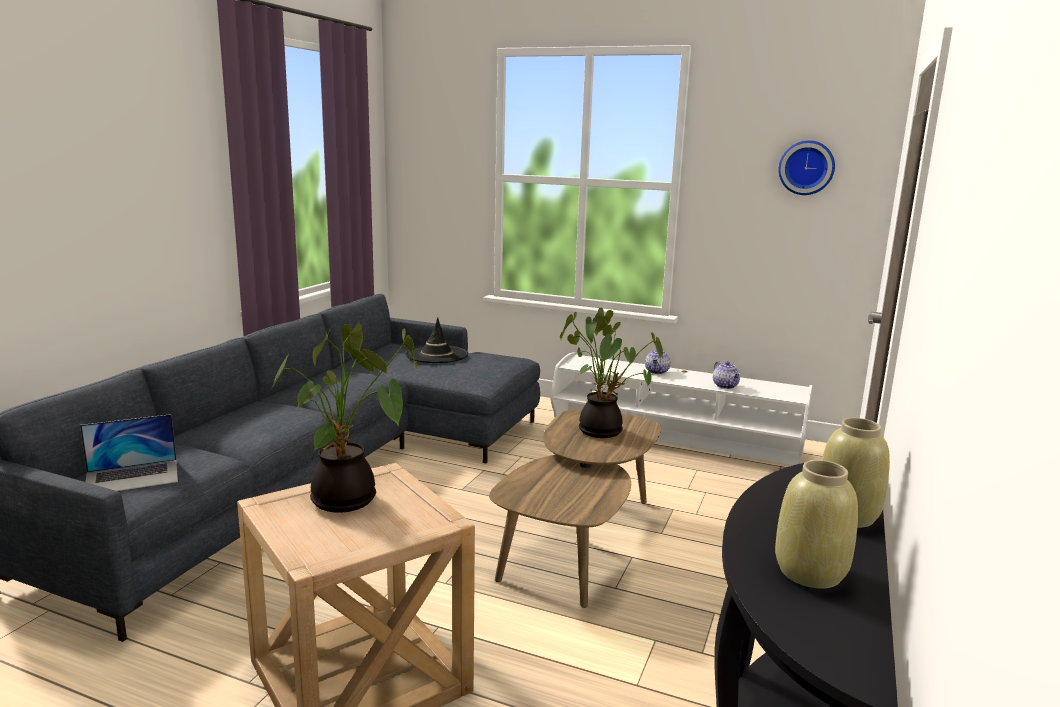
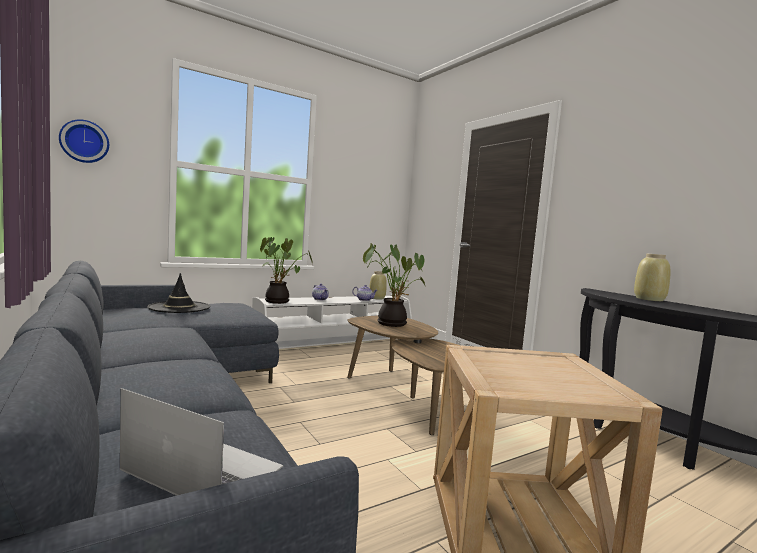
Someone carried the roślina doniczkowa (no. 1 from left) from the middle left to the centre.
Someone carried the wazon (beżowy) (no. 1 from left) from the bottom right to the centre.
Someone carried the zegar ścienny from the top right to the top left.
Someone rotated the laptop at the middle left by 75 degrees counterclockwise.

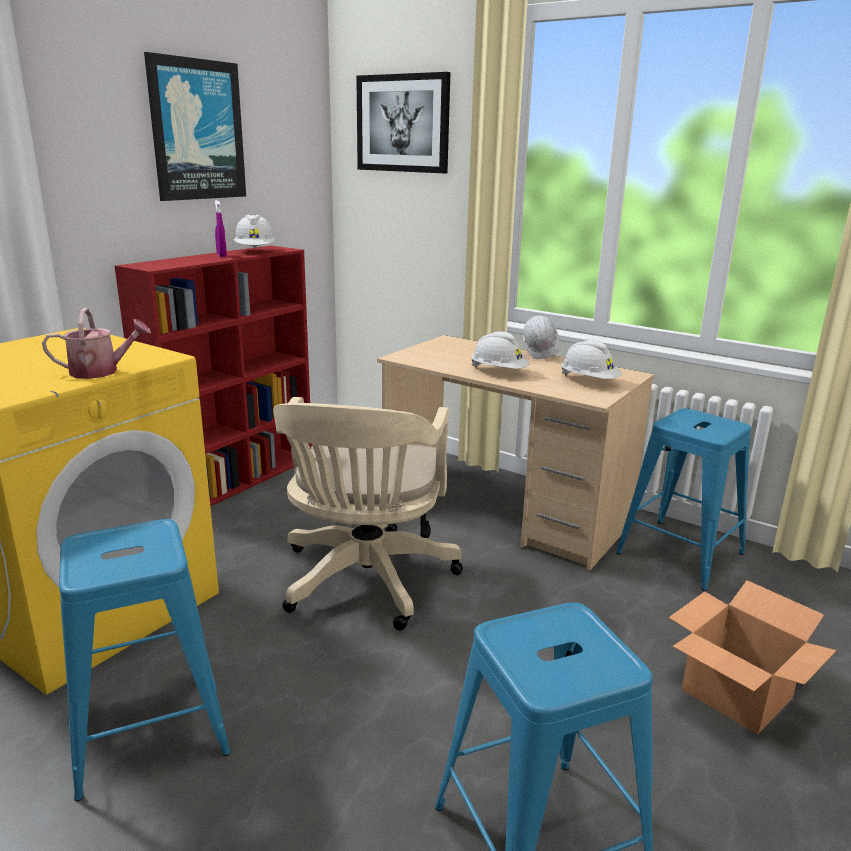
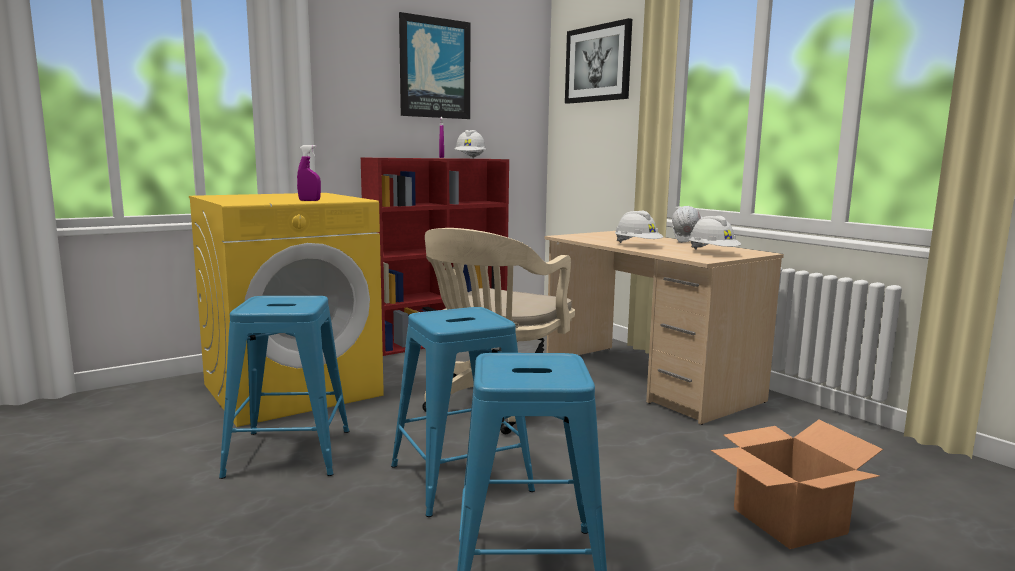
Someone carried the stołek (niebieski) (no. 3 from left in the first image) from the middle right to the bottom centre.
Someone swapped the konewka at the middle left for the spryskiwacz (fioletowy) (no. 1 from left) at the top left.

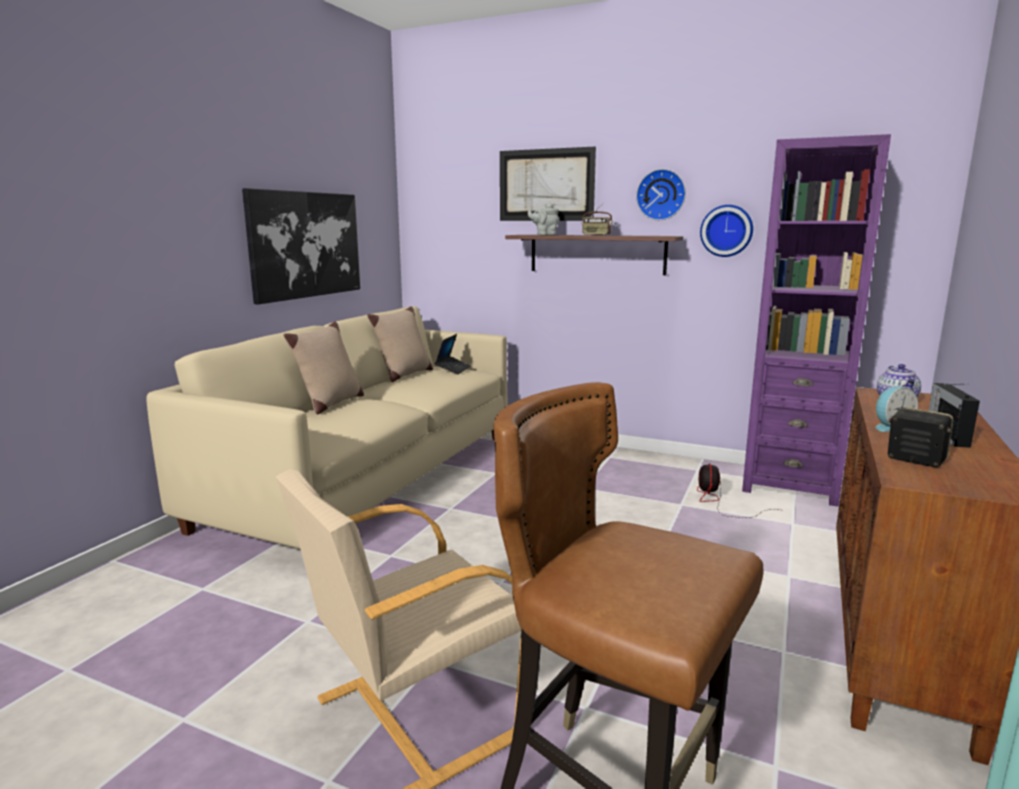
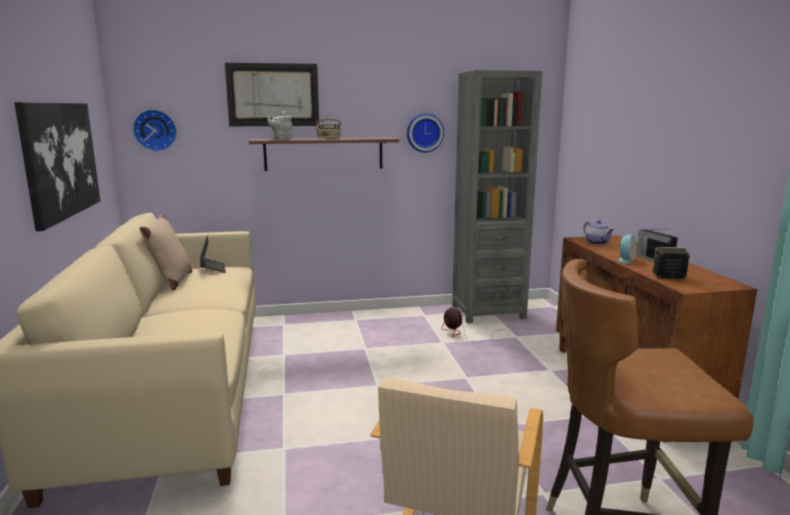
Someone took away the poduszka (beżowy) (no. 1 from left) at the middle left.
Someone carried the zegar ścienny (no. 1 from left) from the top centre to the top left.
Someone repainted the regał (fioletowy) at the middle right, which became the regał (szary) at the centre.

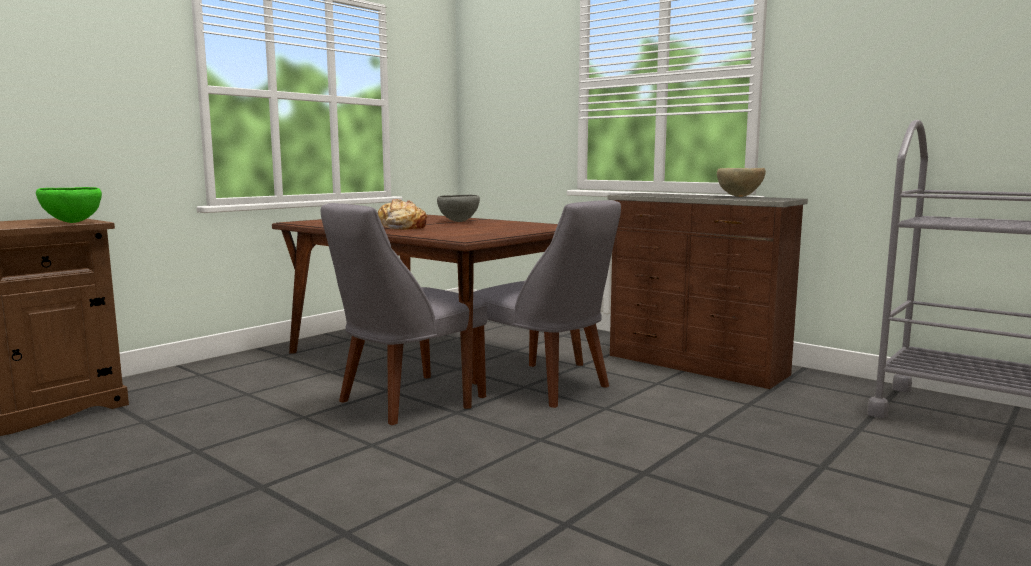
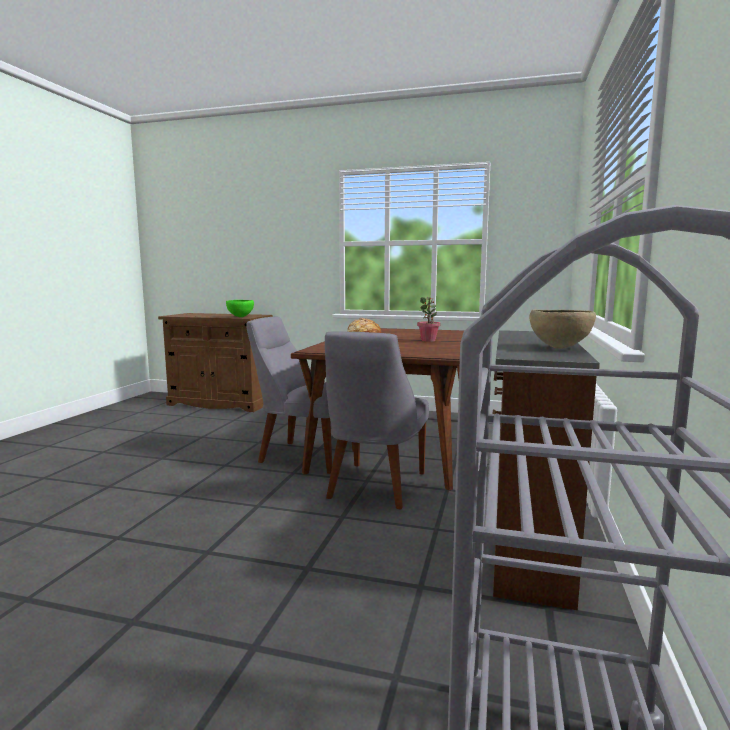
Someone swapped the miska (szary) at the centre for the roślina doniczkowa at the centre.

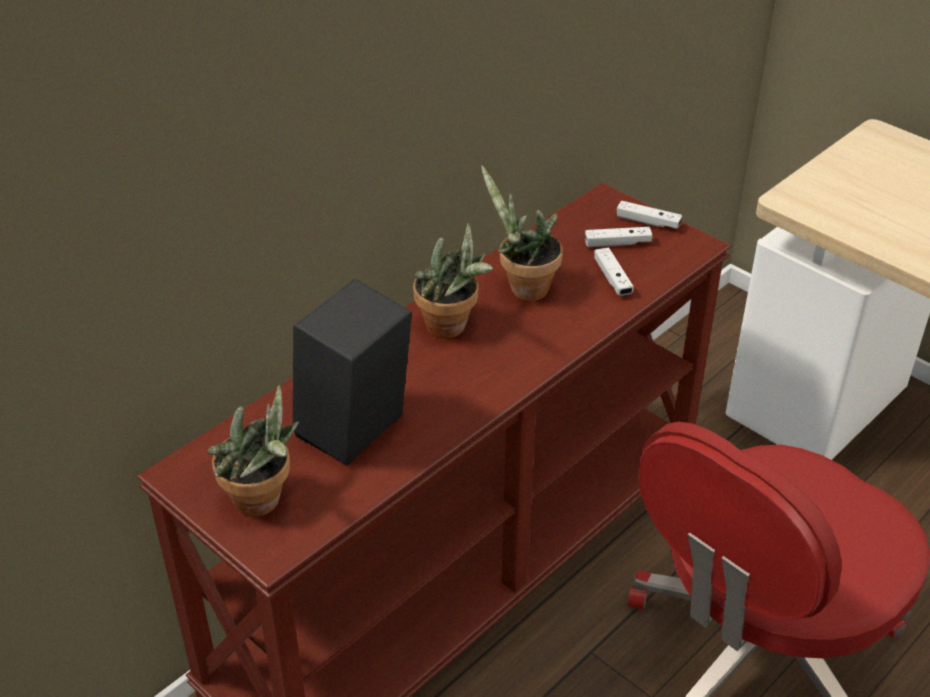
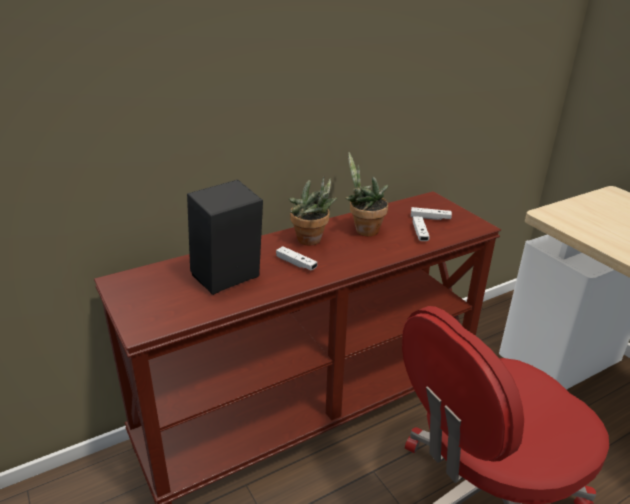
Someone took away the roślina doniczkowa (no. 1 from left) at the middle left.
Someone carried the pad do gier (biały) (no. 3 from left in the first image) from the top right to the centre.

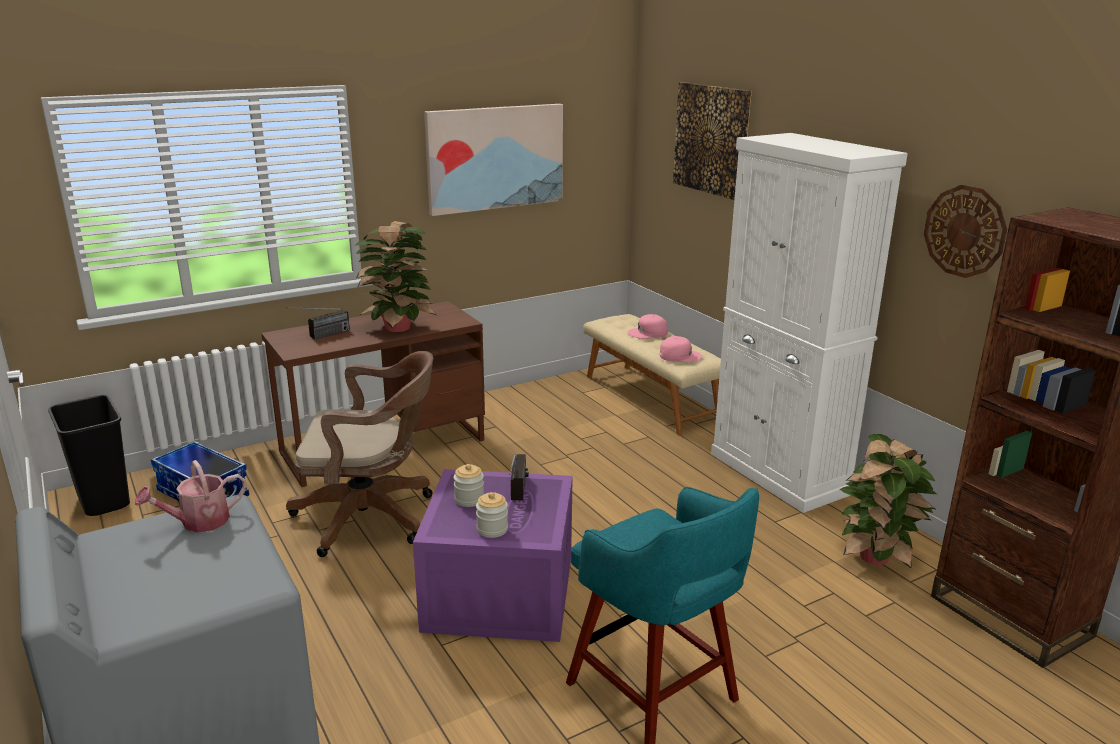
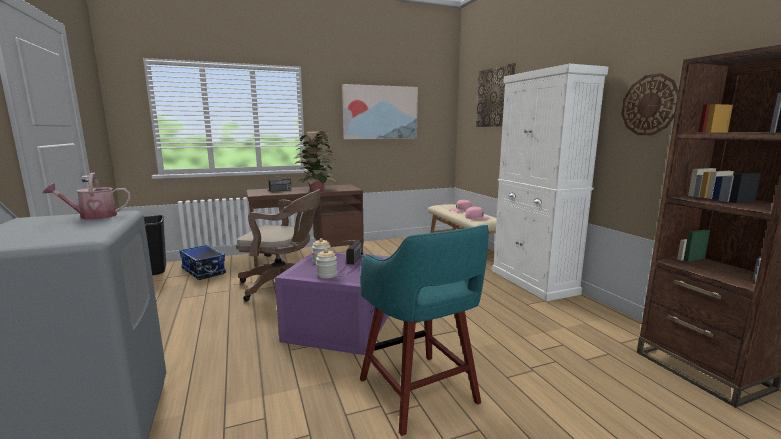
Someone took away the roślina doniczkowa (no. 2 from left) at the bottom right.

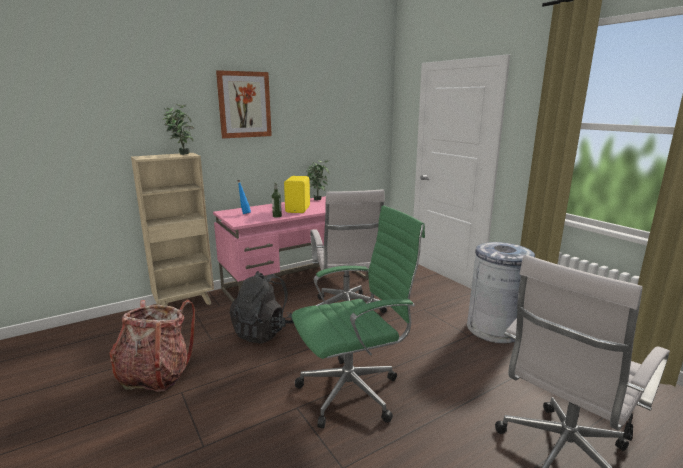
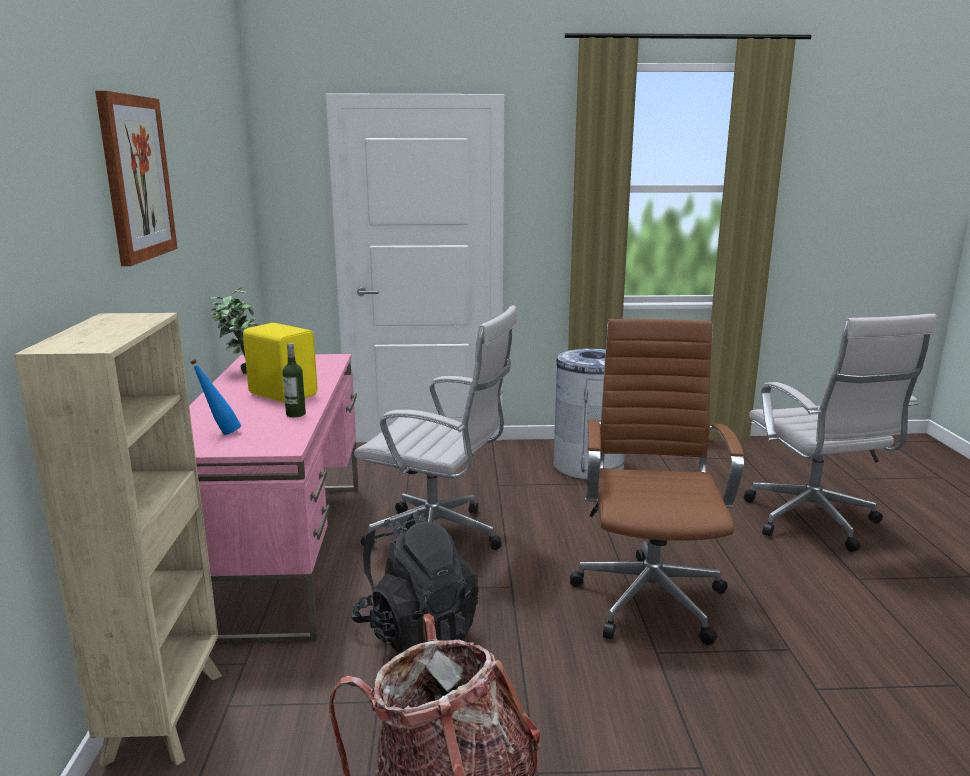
Someone took away the roślina doniczkowa (no. 1 from left) at the top left.
Someone repainted the krzesło biurowe (zielony) at the bottom centre, which became the krzesło biurowe (brązowy) at the middle right.

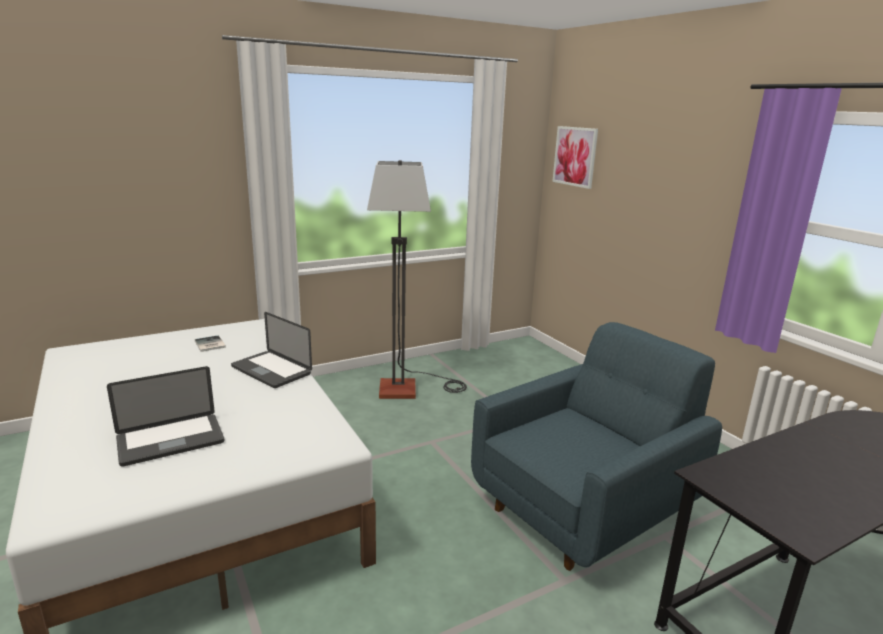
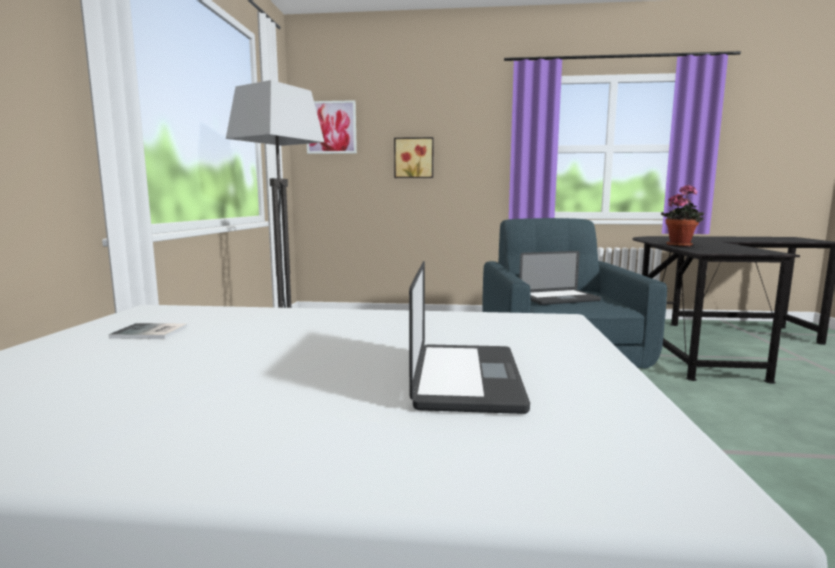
Someone put up the obraz (no. 2 from left) at the top centre.
Someone put down the roślina doniczkowa at the middle right.
Someone carried the laptop (no. 2 from left) from the middle left to the middle right.

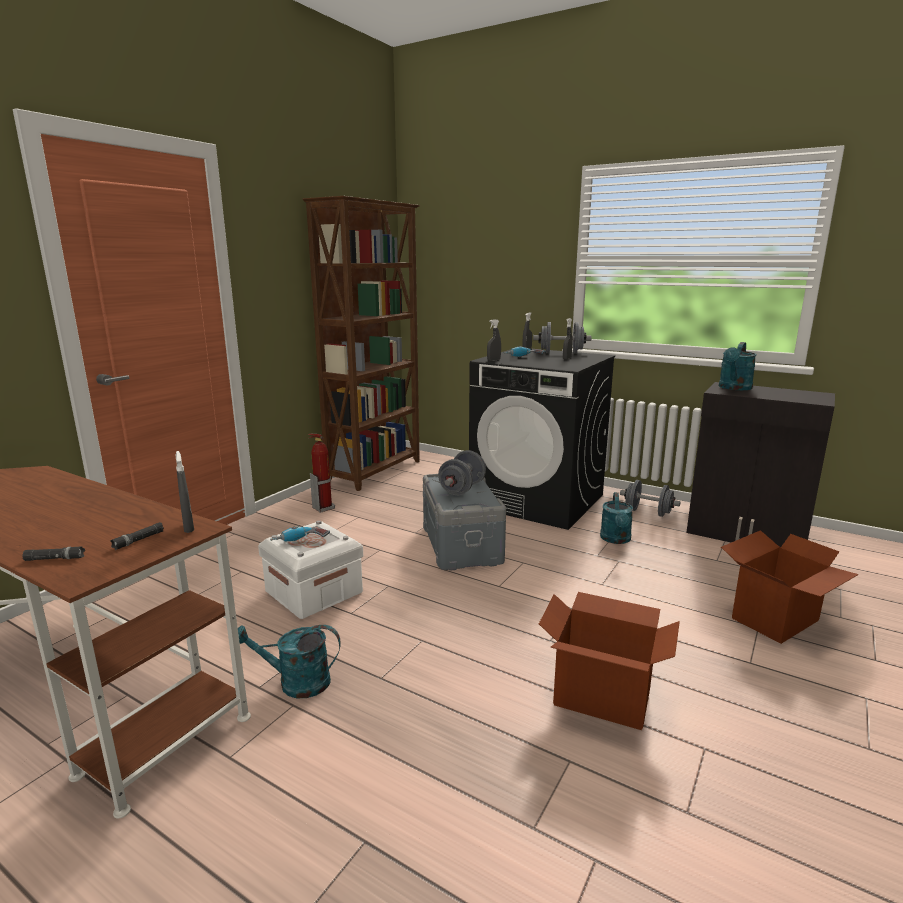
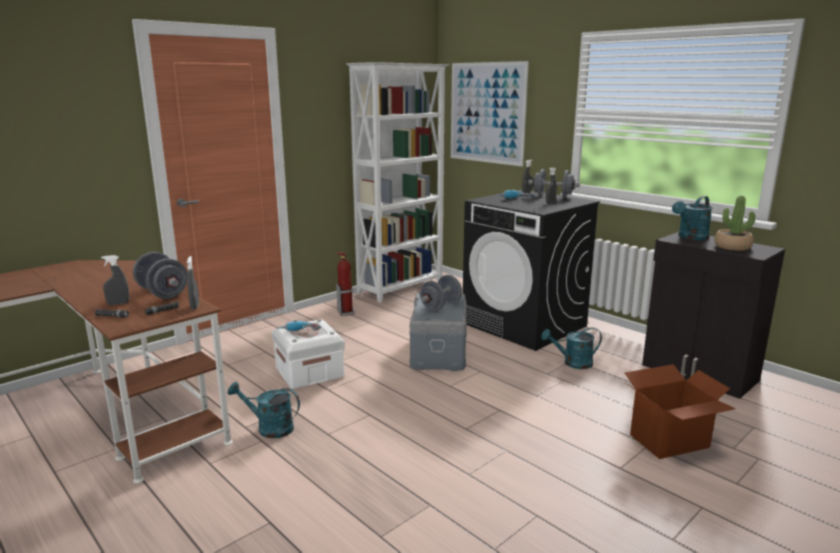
Someone took away the karton (no. 1 from left) at the bottom right.
Someone put up the obraz at the top centre.
Someone put down the roślina doniczkowa at the middle right.
Someone carried the spryskiwacz (szary) (no. 2 from left in the first image) from the centre to the middle left.
Someone carried the hantel (szary) (no. 3 from left in the first image) from the middle right to the middle left.
Someone repainted the regał (brązowy) at the centre, which became the regał (biały) at the top centre.
Someone rotated the konewka (turkusowy) (no. 2 from left) at the middle right by 60 degrees clockwise.

